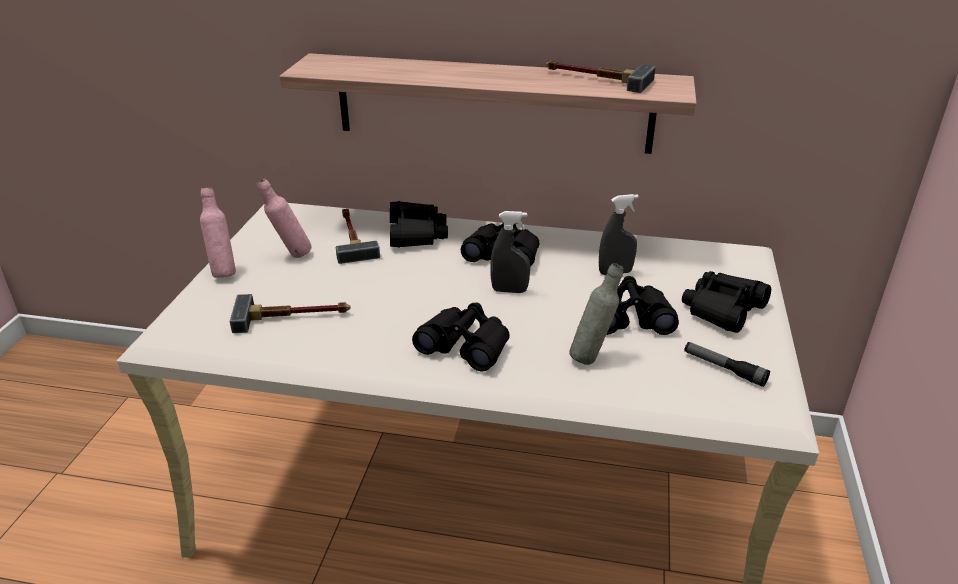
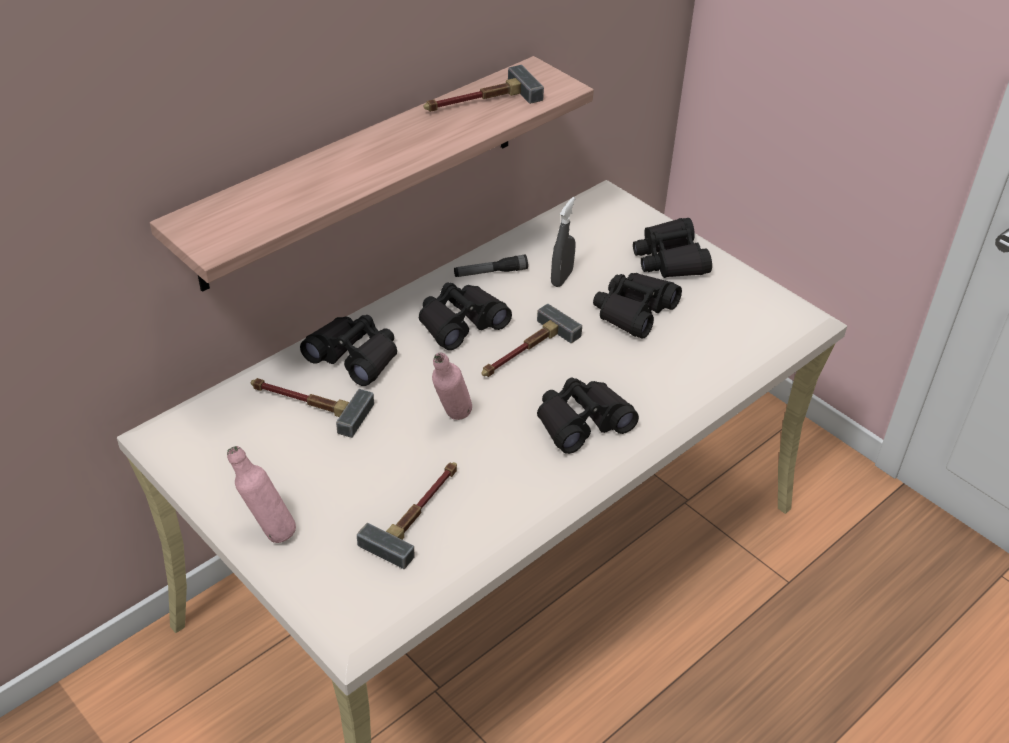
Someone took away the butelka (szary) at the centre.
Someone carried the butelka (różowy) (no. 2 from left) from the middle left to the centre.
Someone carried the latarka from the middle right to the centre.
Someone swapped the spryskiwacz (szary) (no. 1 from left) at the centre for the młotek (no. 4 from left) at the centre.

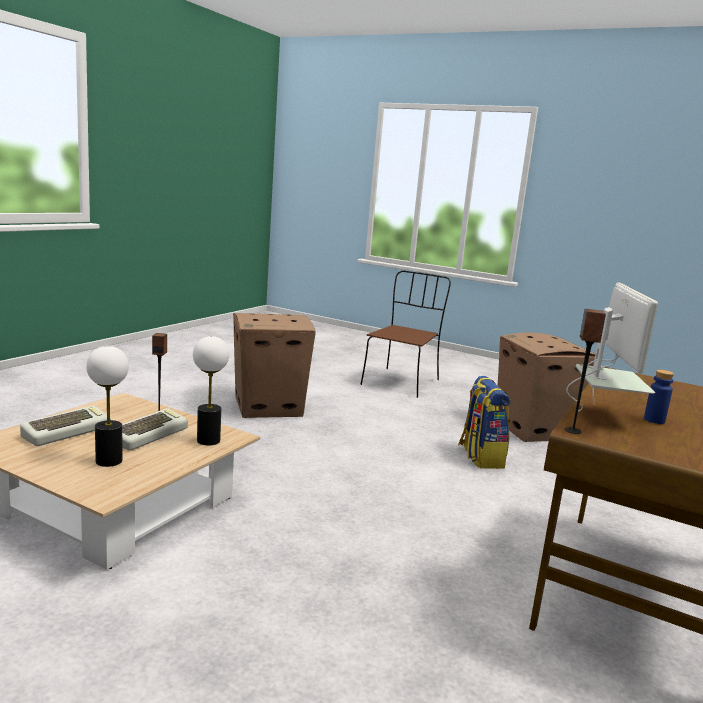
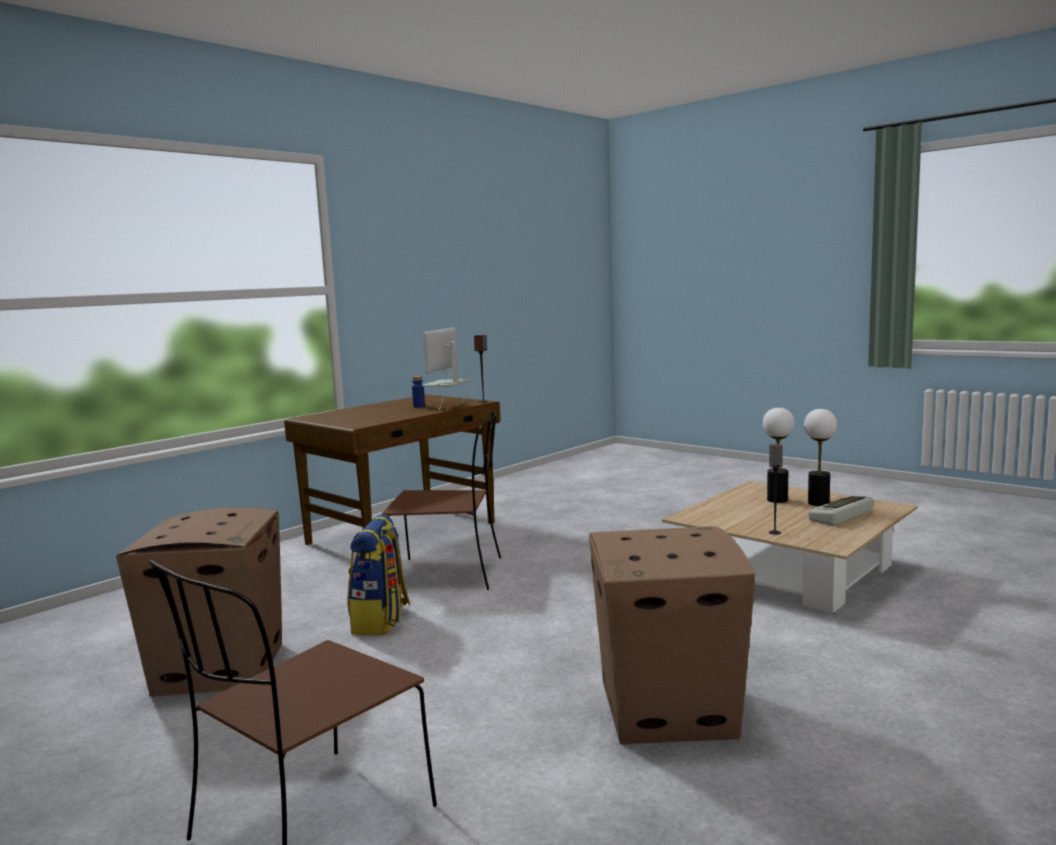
Someone took away the klawiatura (no. 2 from left) at the middle left.
Someone put down the krzesło (brązowy) (no. 2 from left) at the centre.
Someone carried the lampa stołowa (no. 2 from left) from the middle left to the middle right.

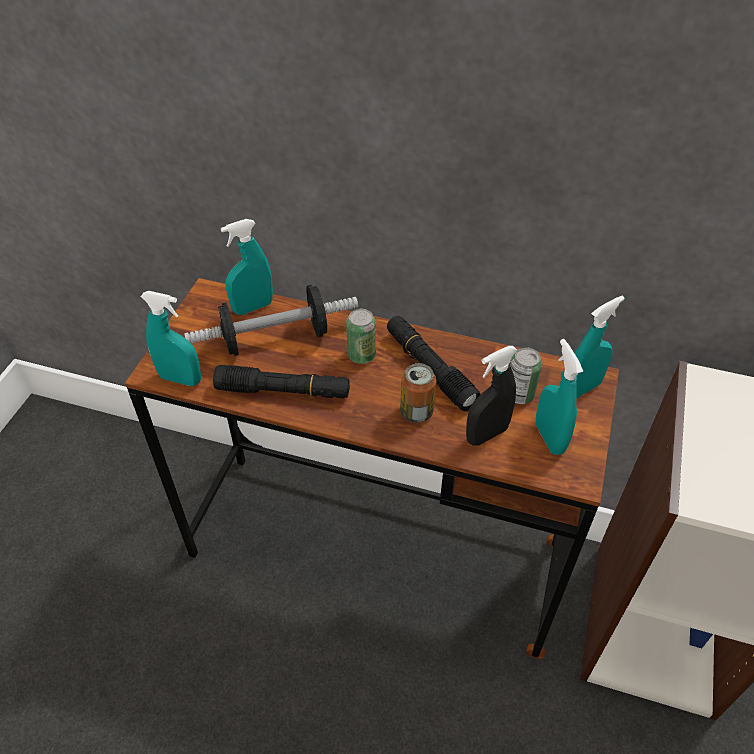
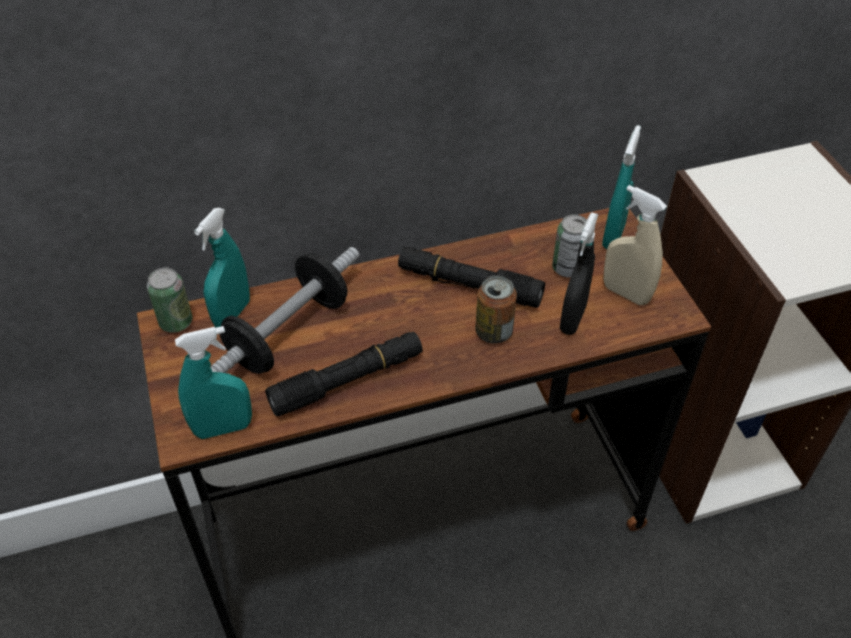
Someone carried the puszka (no. 1 from left) from the centre to the middle left.
Someone repainted the spryskiwacz (turkusowy) (no. 3 from left) at the middle right, which became the spryskiwacz (beżowy) at the middle right.

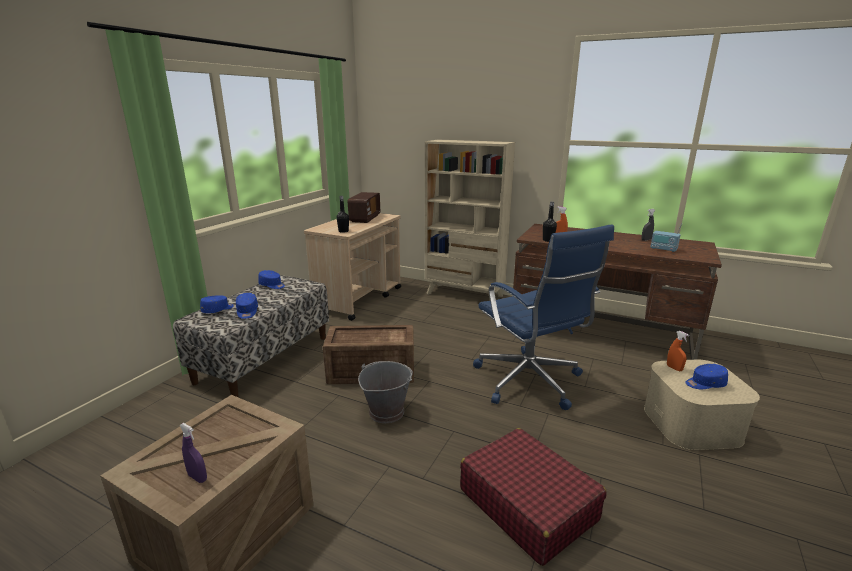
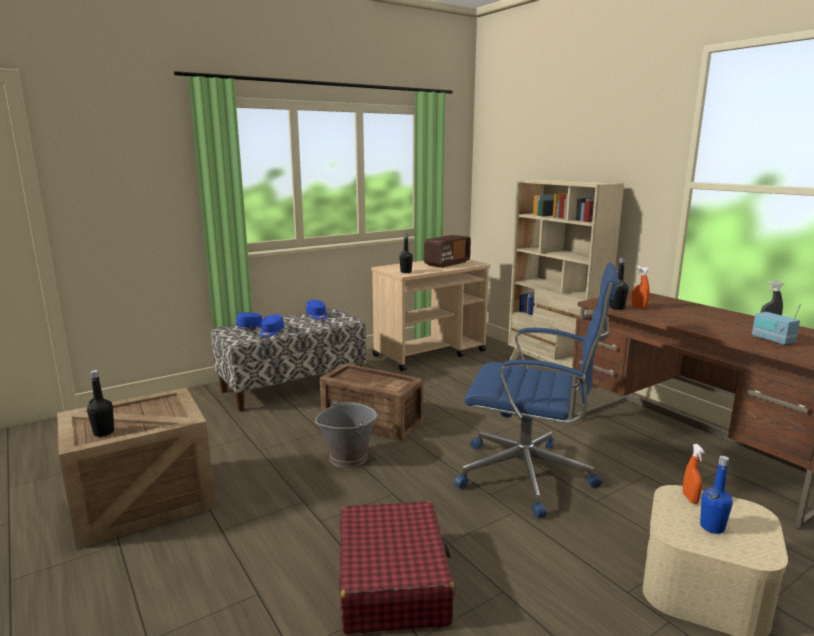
Someone swapped the spryskiwacz (fioletowy) at the bottom left for the butelka (czarny) (no. 1 from left) at the middle left.
Someone swapped the czapka z daszkiem (niebieski) (no. 4 from left) at the middle right for the butelka (niebieski) at the bottom right.
Someone rotated the krzesło biurowe (niebieski) at the centre by 75 degrees counterclockwise.

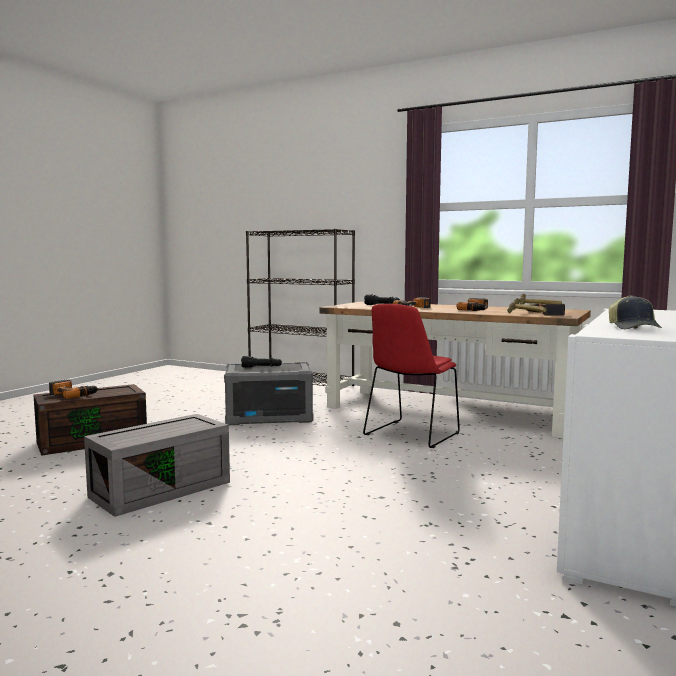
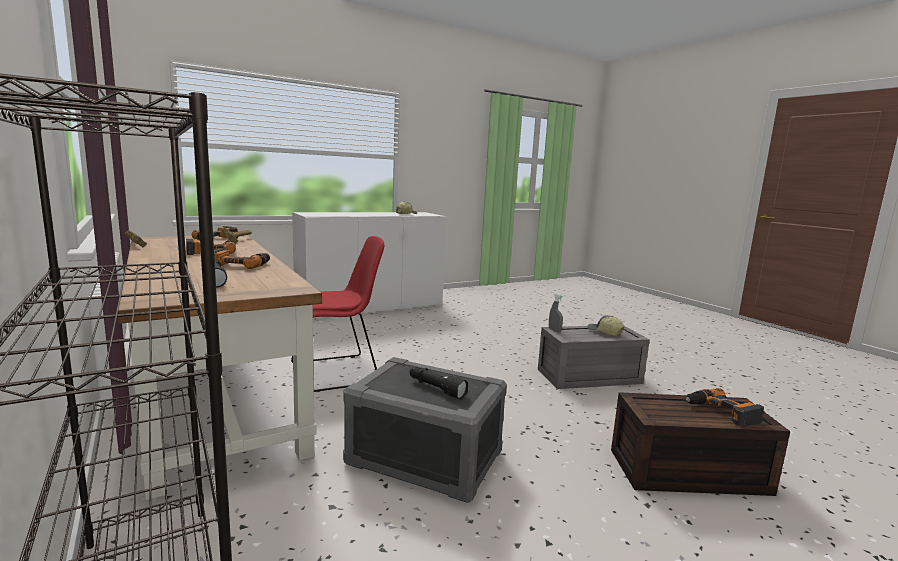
Someone put down the spryskiwacz (szary) at the centre.
Someone put down the czapka z daszkiem (no. 2 from left) at the middle right.

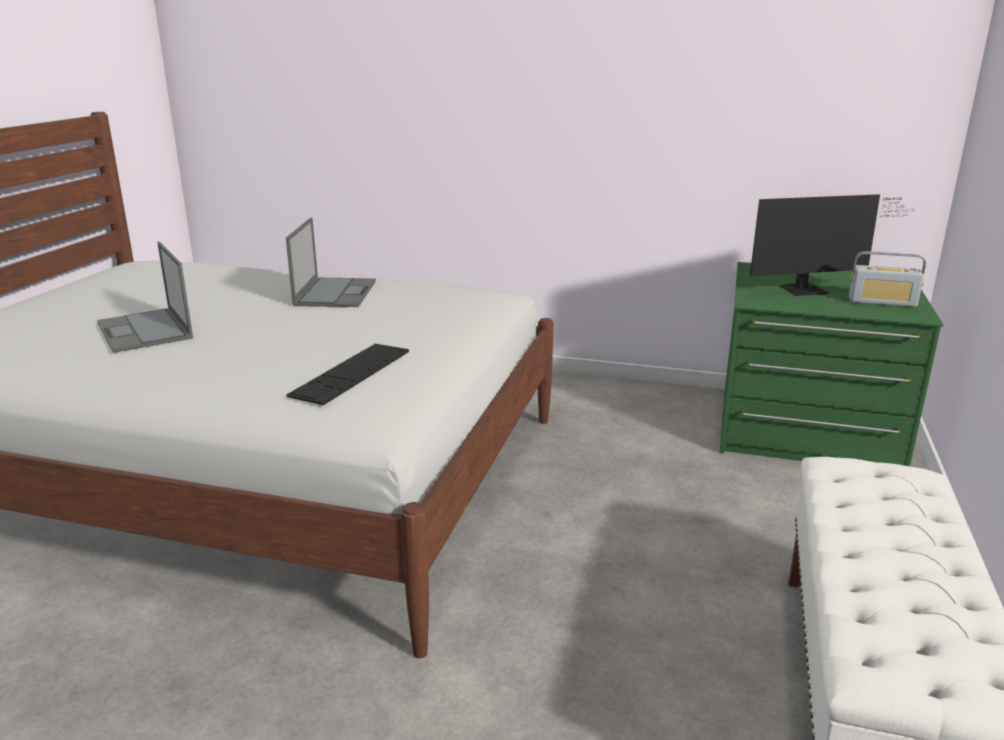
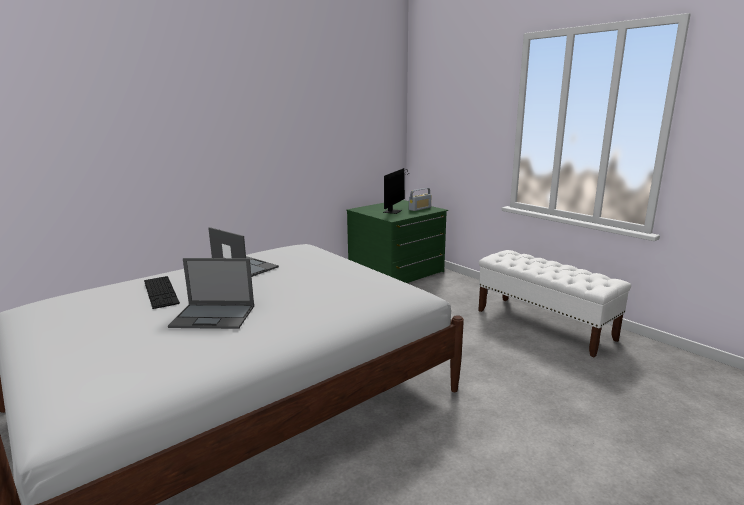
Someone carried the klawiatura from the centre to the middle left.

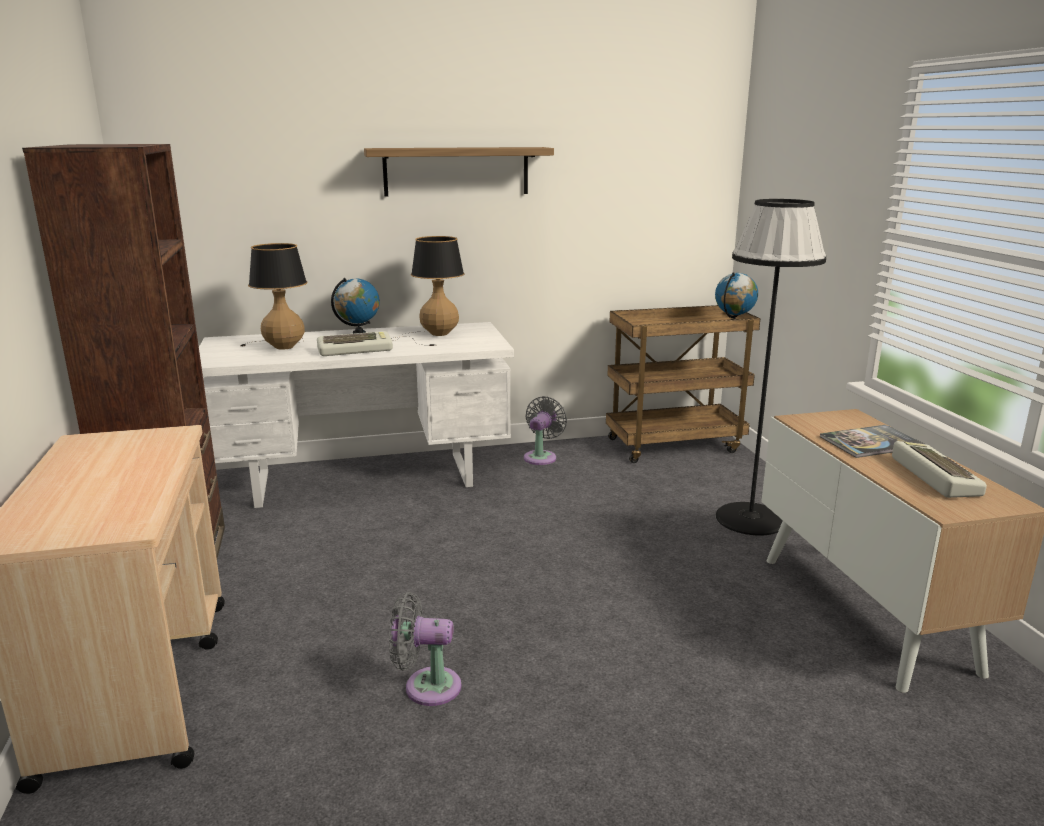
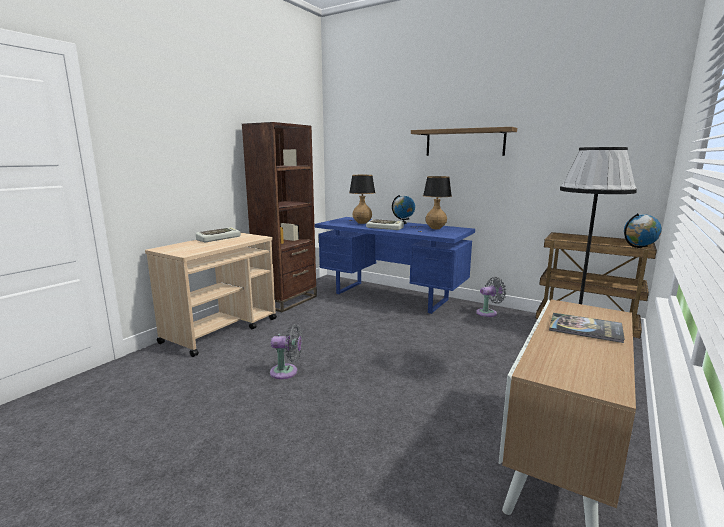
Someone carried the klawiatura (no. 2 from left in the first image) from the middle right to the middle left.
Someone repainted the biurko (biały) at the centre, which became the biurko (niebieski) at the centre.
Someone rotated the wentylator (szary) (no. 1 from left) at the bottom centre by 135 degrees clockwise.

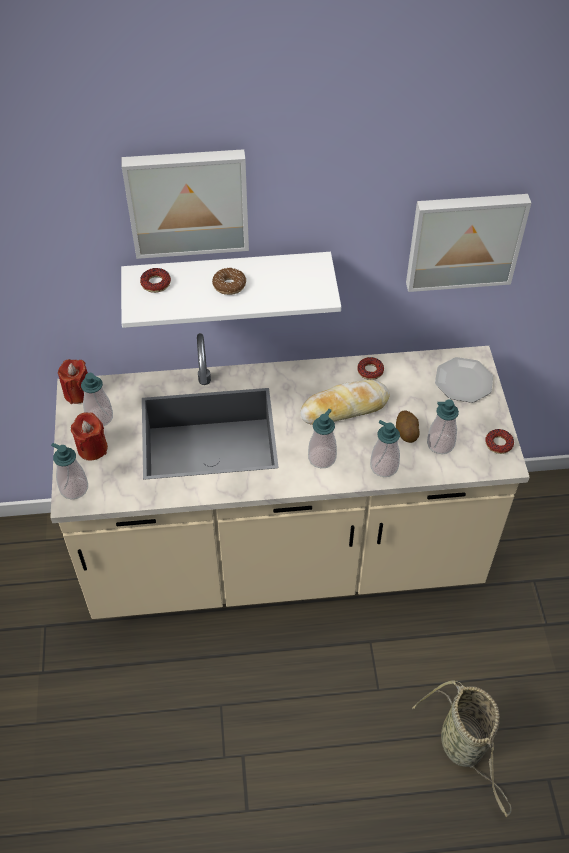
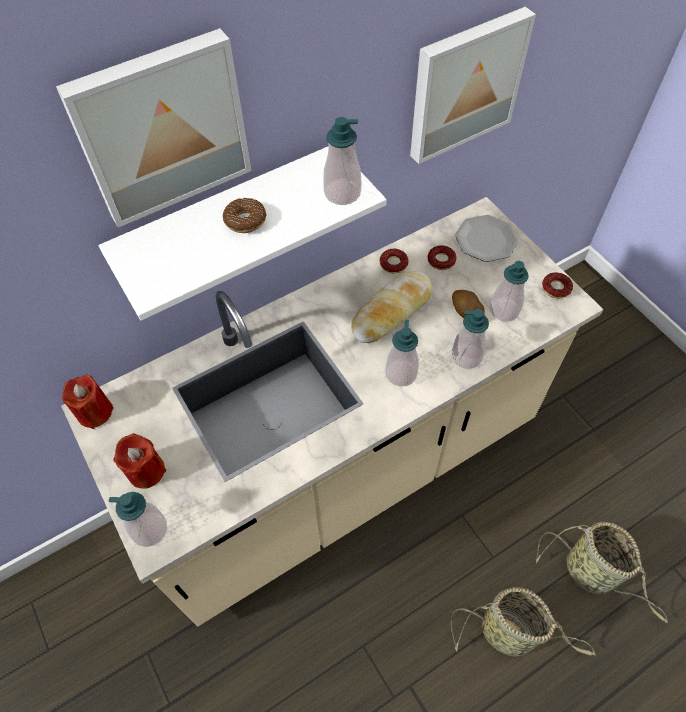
Someone put down the koszyk (no. 1 from left) at the bottom right.
Someone carried the dozownik mydła (no. 2 from left) from the middle left to the top centre.
Someone carried the donut (no. 1 from left in the first image) from the top left to the centre.

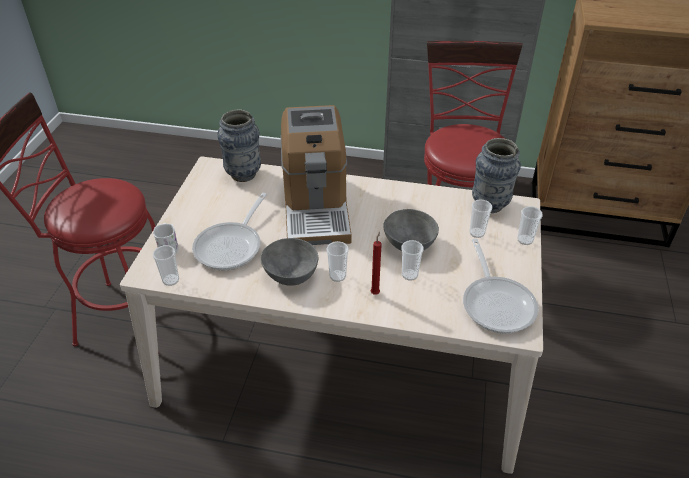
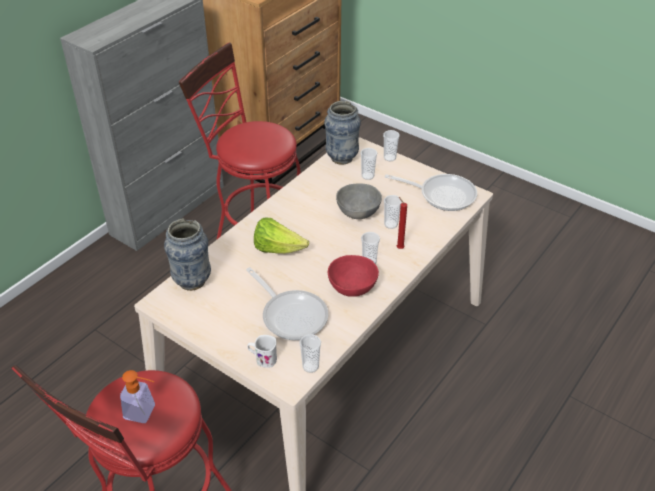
Someone put down the dozownik mydła at the bottom left.
Someone swapped the ekspres do kawy at the centre for the sałata at the centre.
Someone repainted the miska (szary) (no. 1 from left) at the centre, which became the miska (czerwony) at the centre.

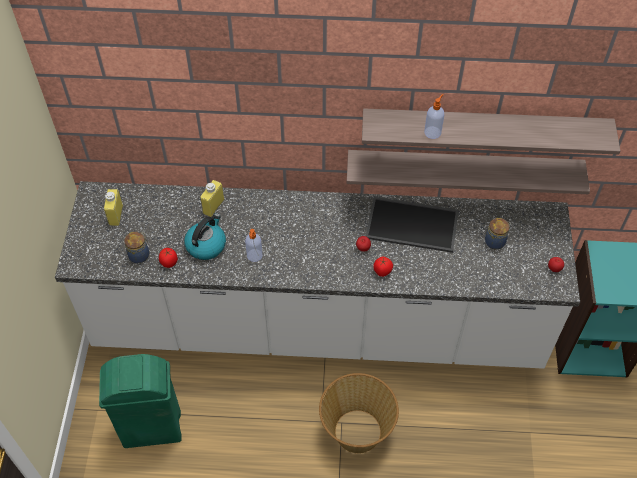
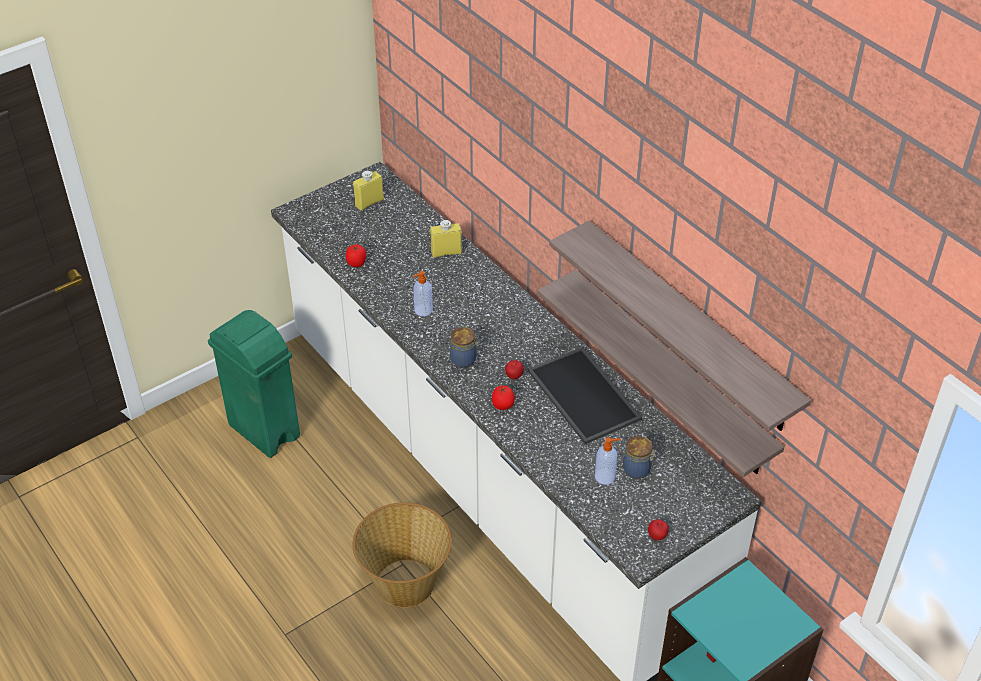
Someone took away the czajnik at the middle left.
Someone carried the słoik (no. 1 from left) from the middle left to the centre.
Someone carried the dozownik mydła (no. 2 from left) from the top right to the bottom centre.

